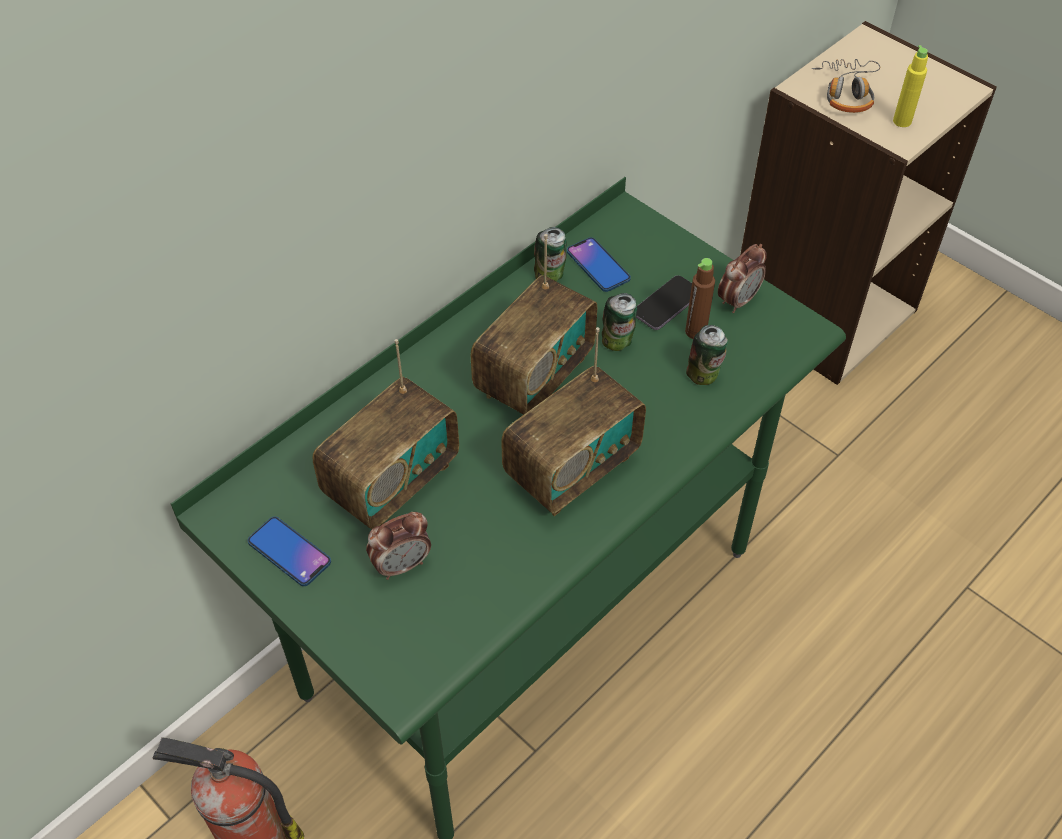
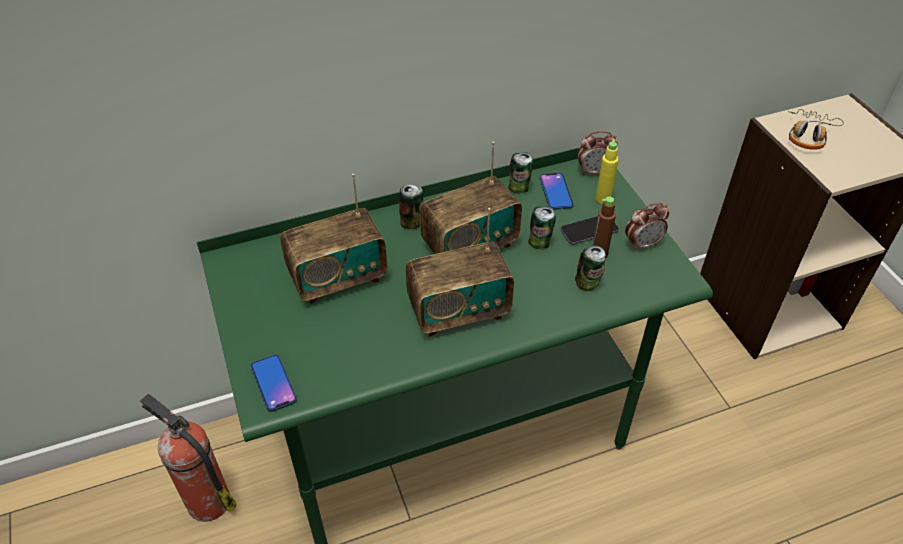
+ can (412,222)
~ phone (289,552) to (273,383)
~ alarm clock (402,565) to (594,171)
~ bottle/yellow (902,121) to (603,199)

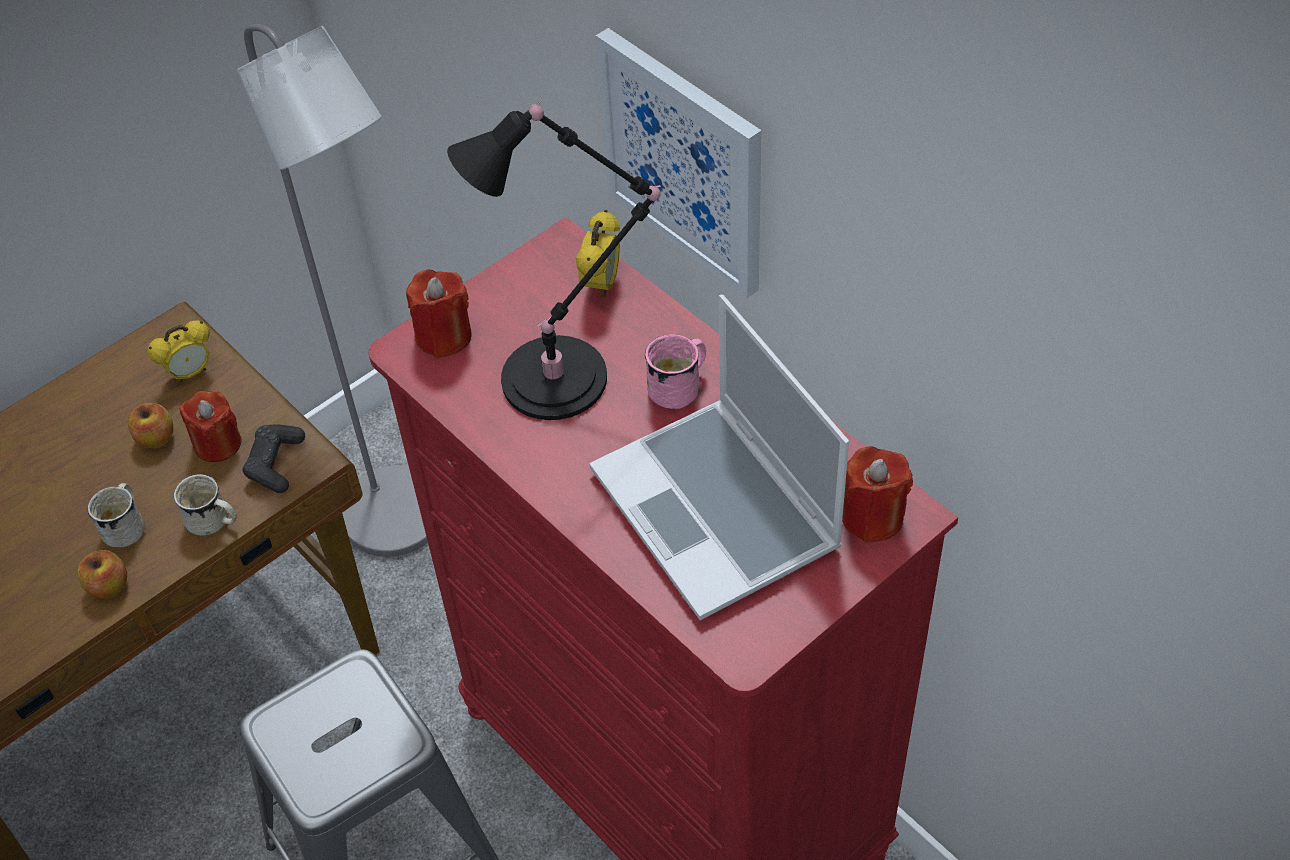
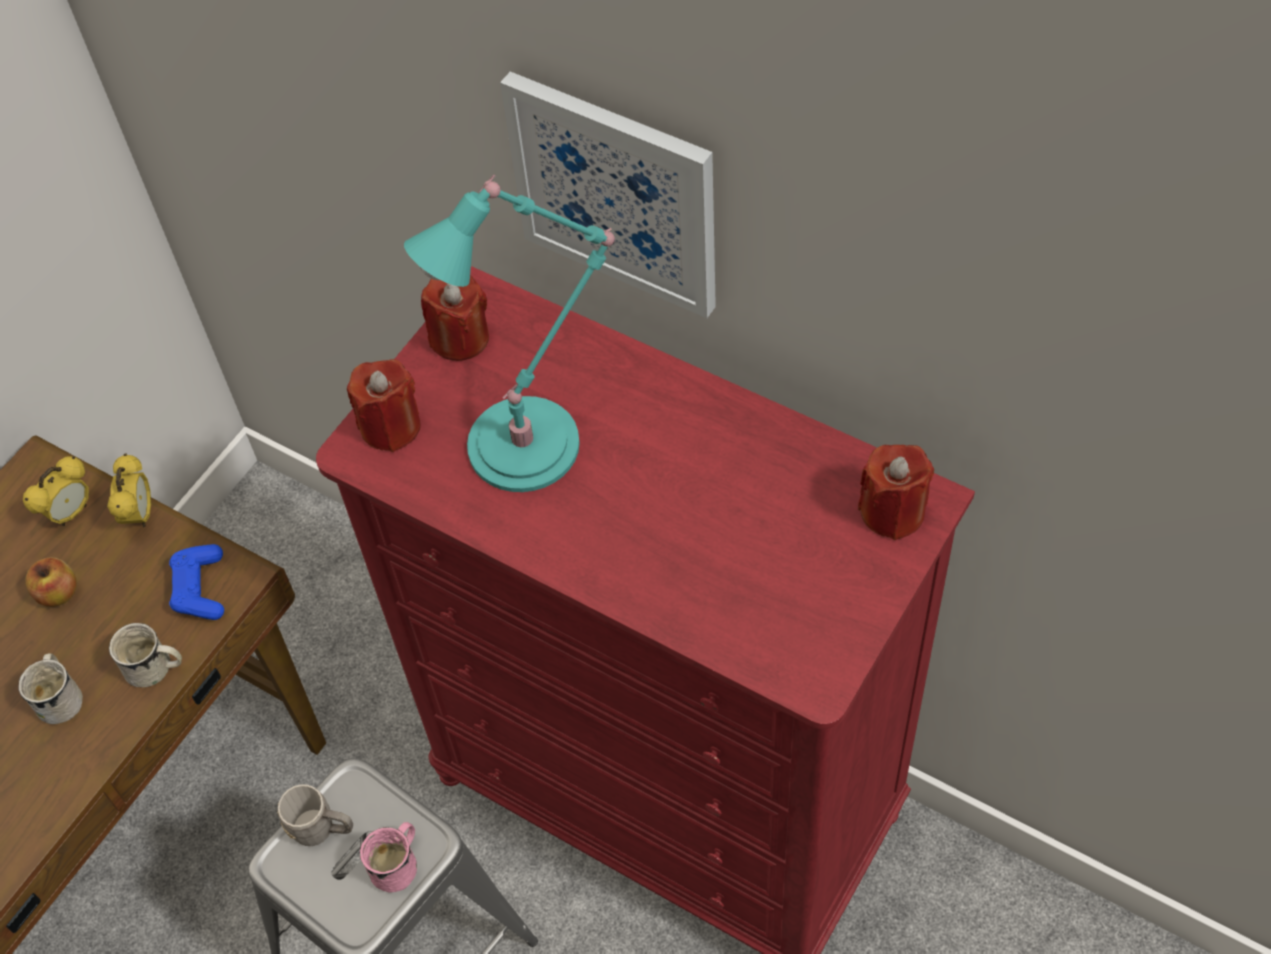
- apple (109,586)
- floor lamp/grey (406,526)
- laptop (719,511)
+ mug/grey (322,830)
~ candle/red (218,444) to (460,338)
~ alarm clock (601,284) to (140,515)
~ mug/pink (680,387) to (399,863)
~ game controller/black (275,463) to game controller/blue (200,589)
~ table lamp/black (564,377) to table lamp/turquoise (532,440)

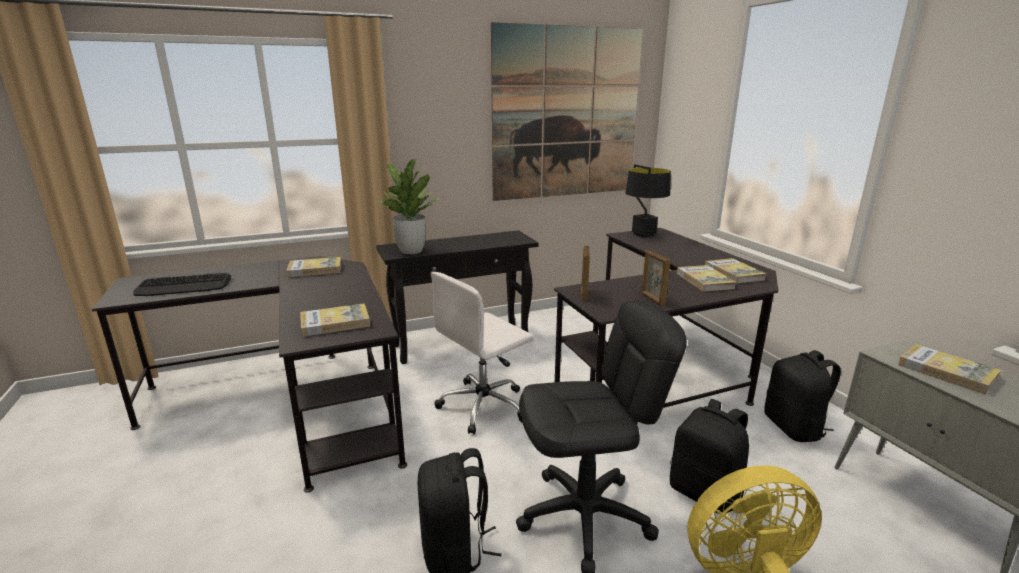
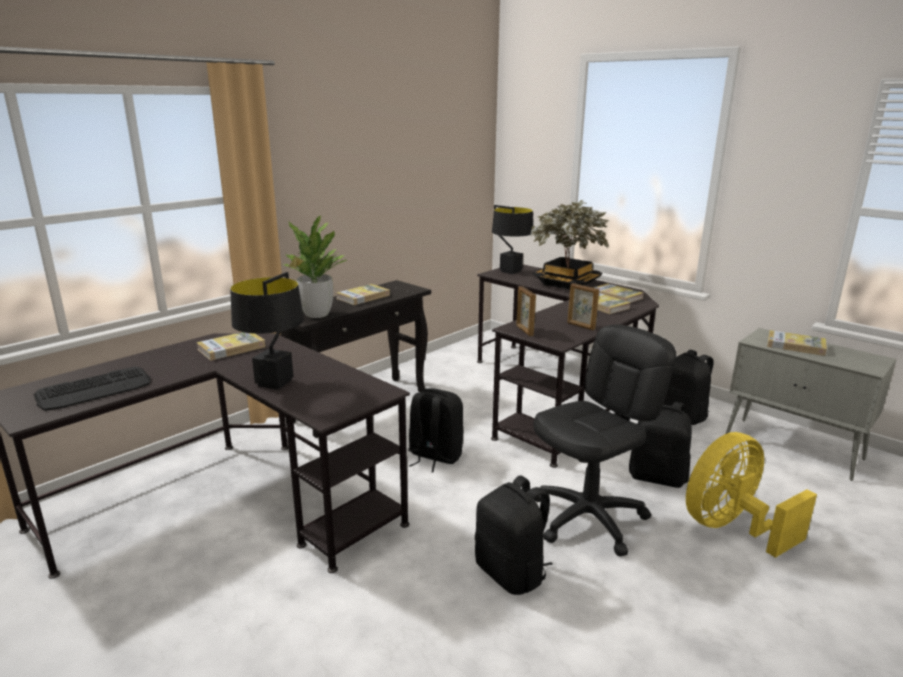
- picture (566,114)
+ table lamp/black (275,383)
+ potted plant (566,283)
~ book (335,323) to (363,297)
~ office chair/white (485,406) to backpack/black (434,456)

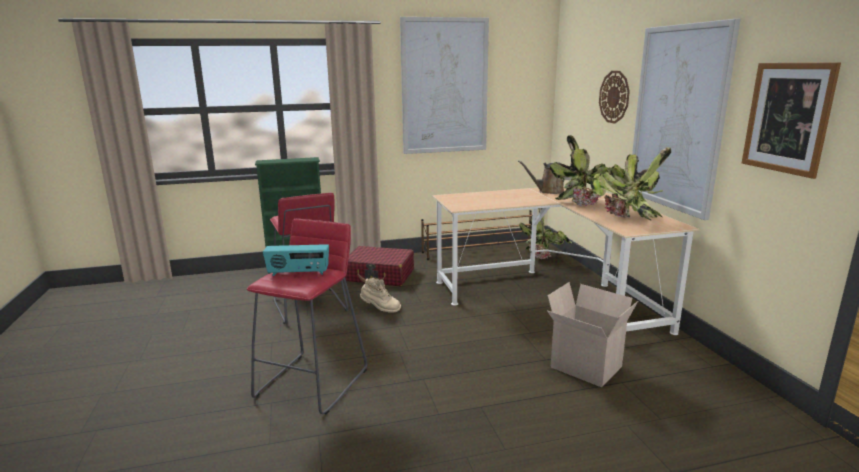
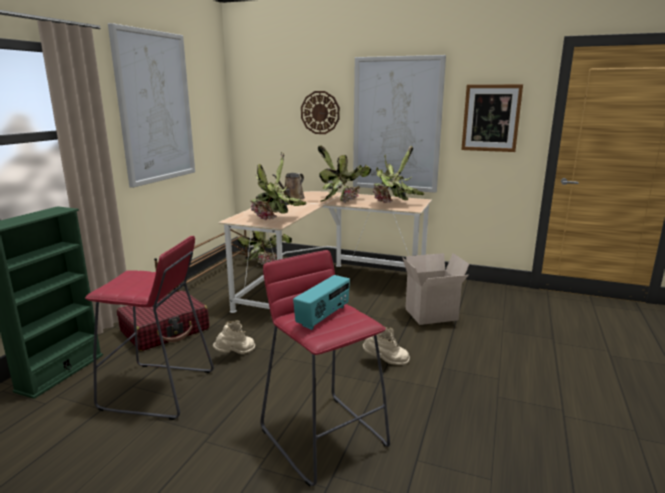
+ potted plant (277,220)
+ boot/beige (386,361)

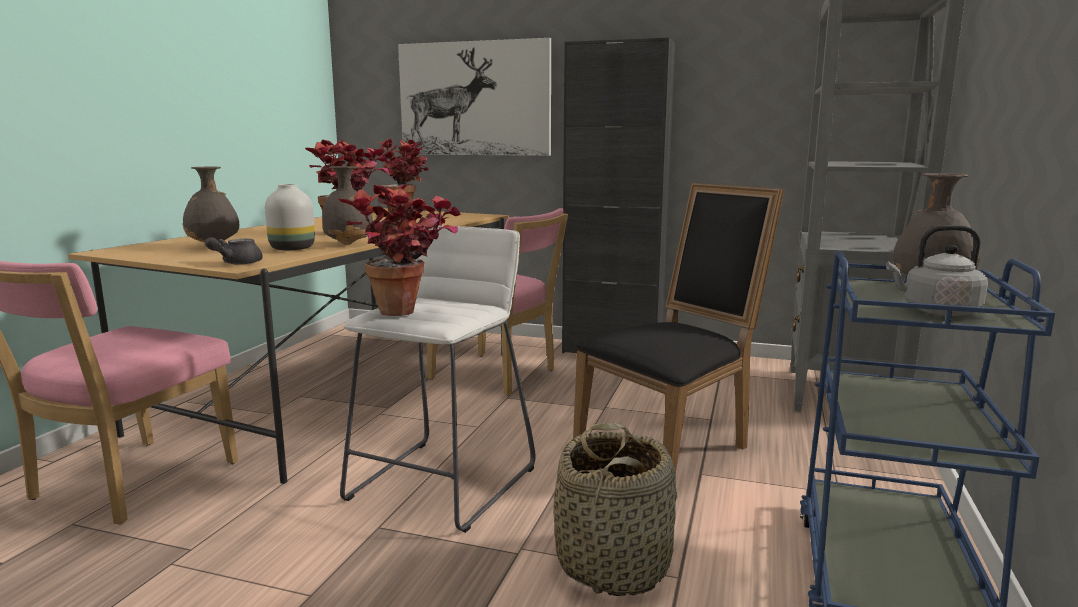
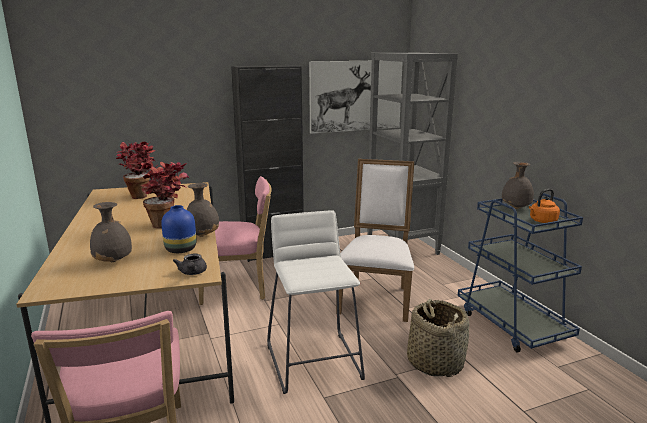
- potted plant (408,314)
~ picture (474,99) to (355,96)
~ vase/white (293,249) to vase/blue (181,249)
~ chair/black (670,444) to chair/white (376,298)
~ kettle/grey (936,311) to kettle/orange (542,221)

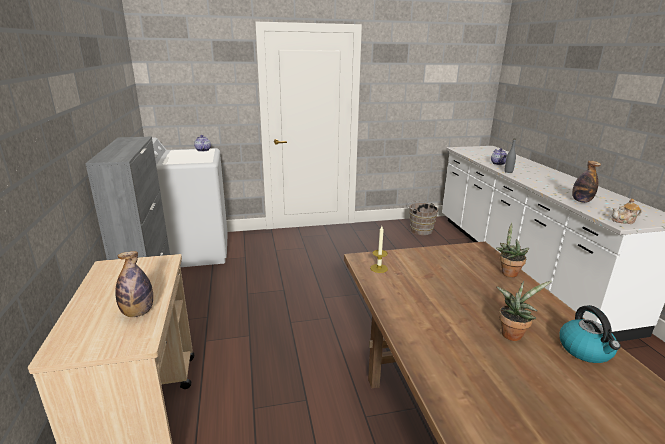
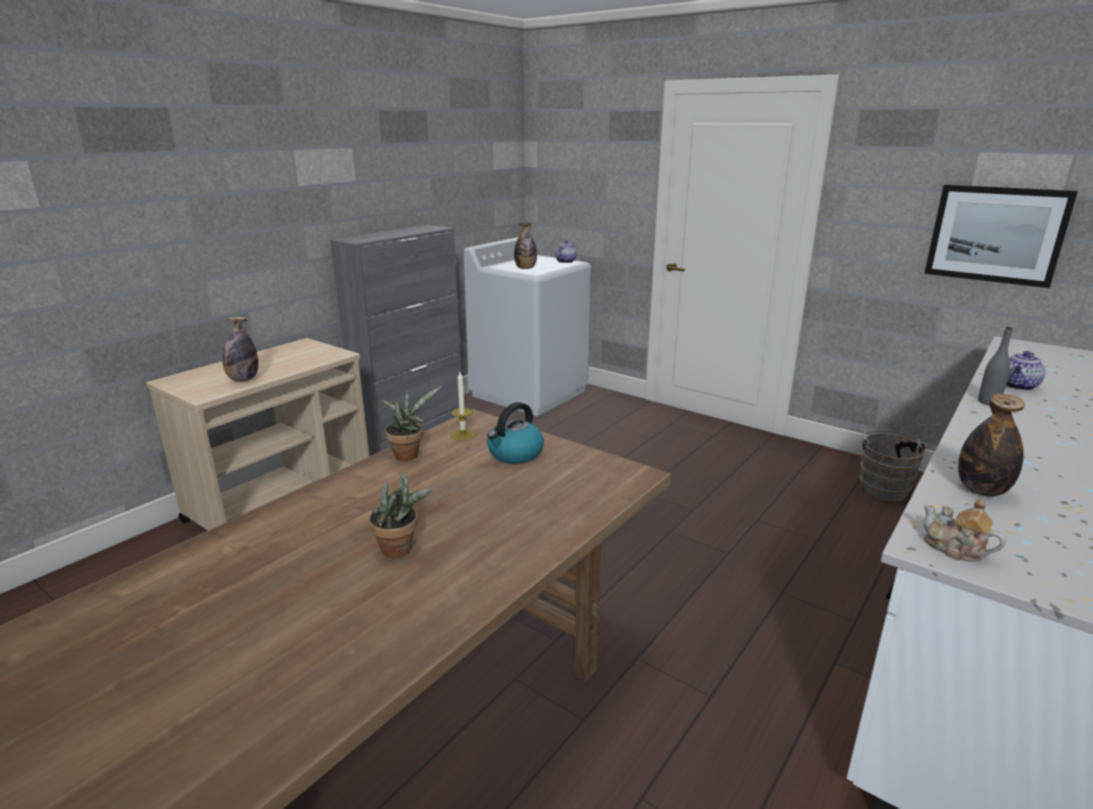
+ bottle (525,268)
+ picture (996,234)
~ potted plant (507,272) to (409,454)
~ kettle (586,350) to (515,454)

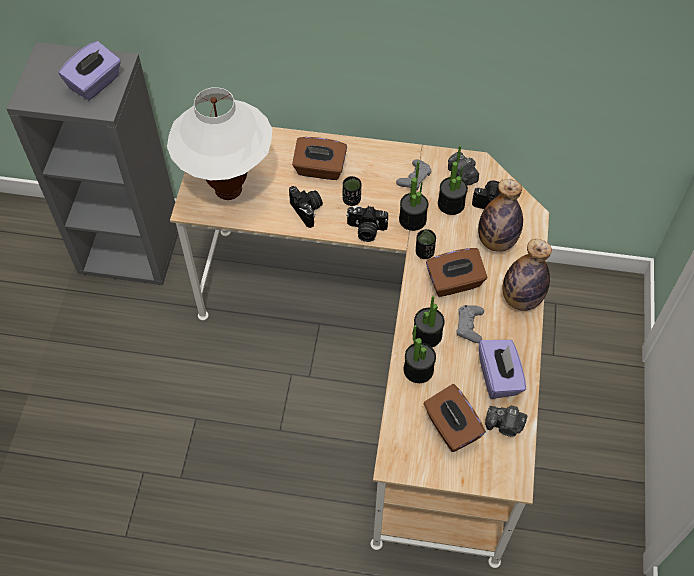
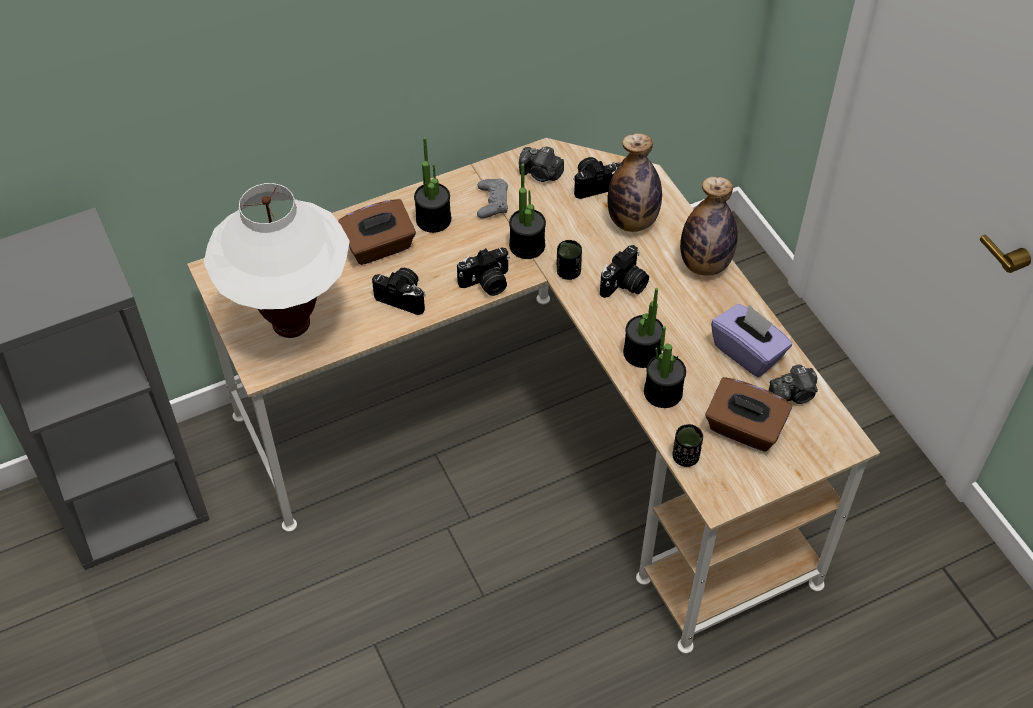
- tissue box/purple (95,83)
- game controller/grey (469,326)
~ cup/black (351,200) to (685,457)
~ potted plant (451,204) to (433,219)
~ tissue box/brown (454,282) to photo camera (625,285)

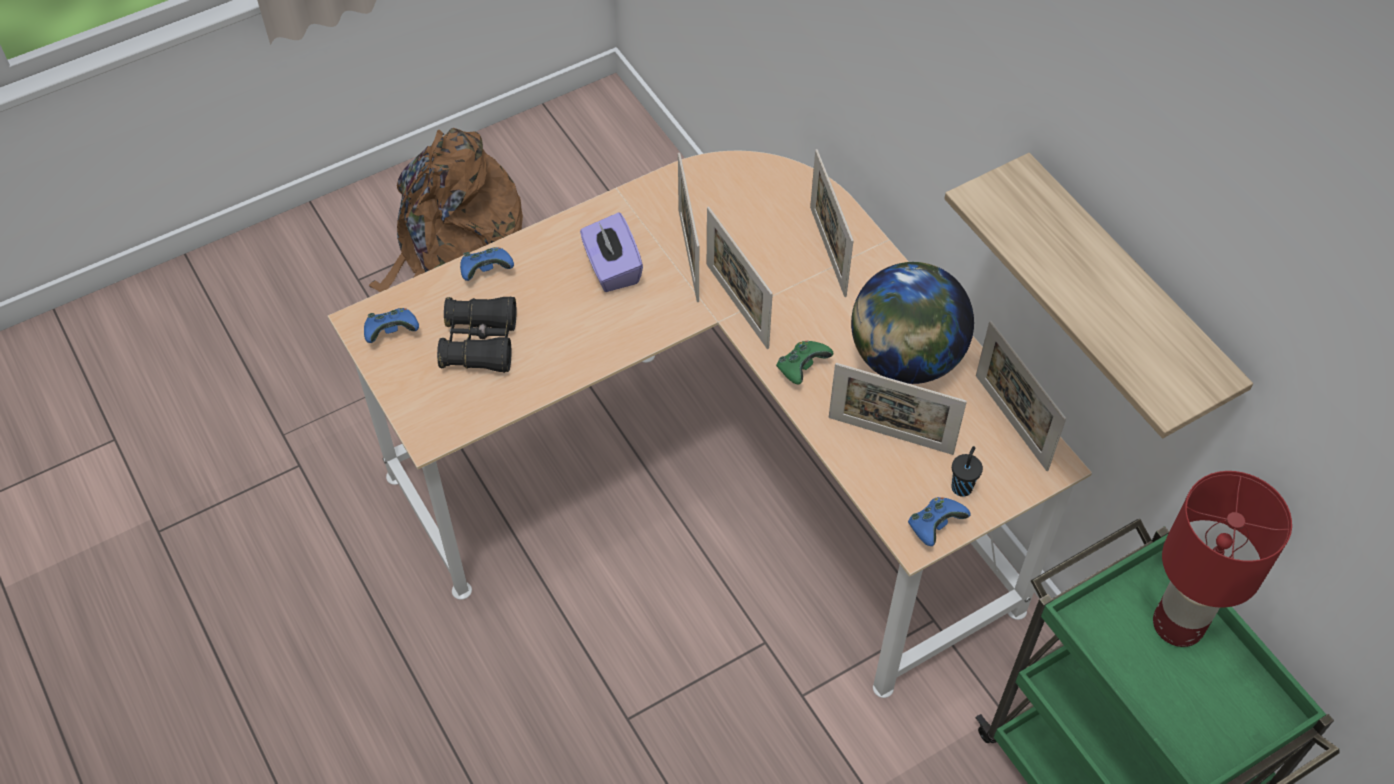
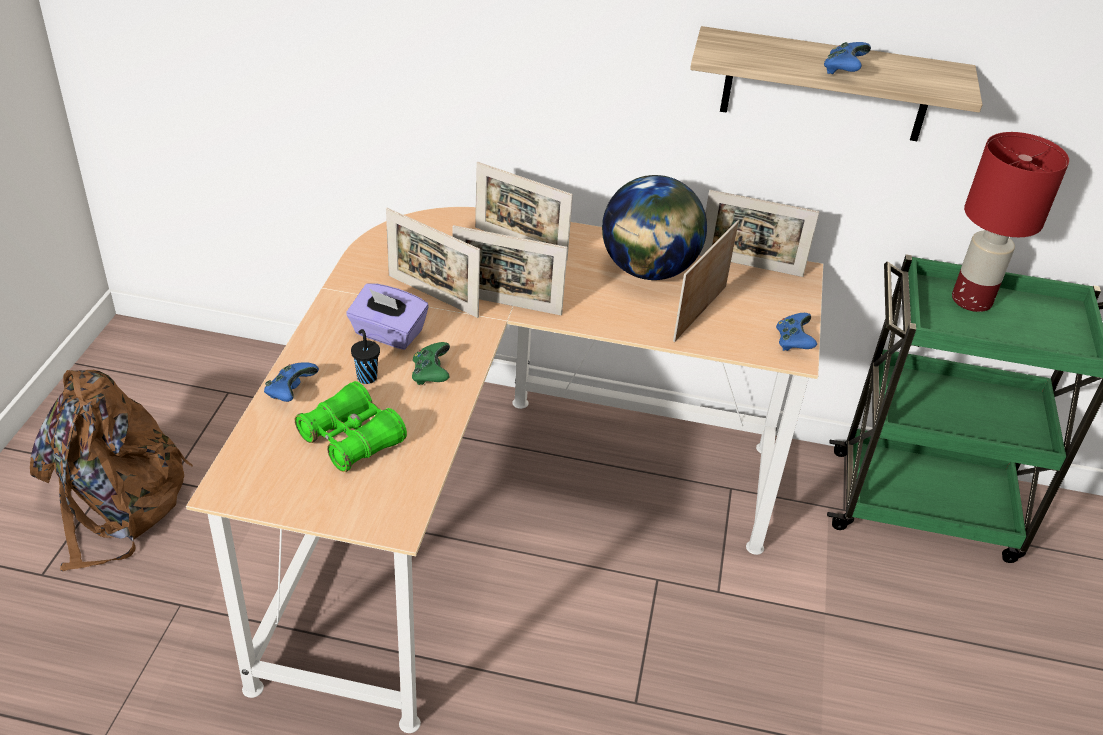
~ game controller/blue (392,332) to (843,70)
~ game controller/green (801,368) to (431,374)
~ cup/black (962,486) to (366,377)
~ binoculars/black (480,343) to binoculars/green (351,439)
~ picture frame (890,435) = (700,313) 150 degrees clockwise

